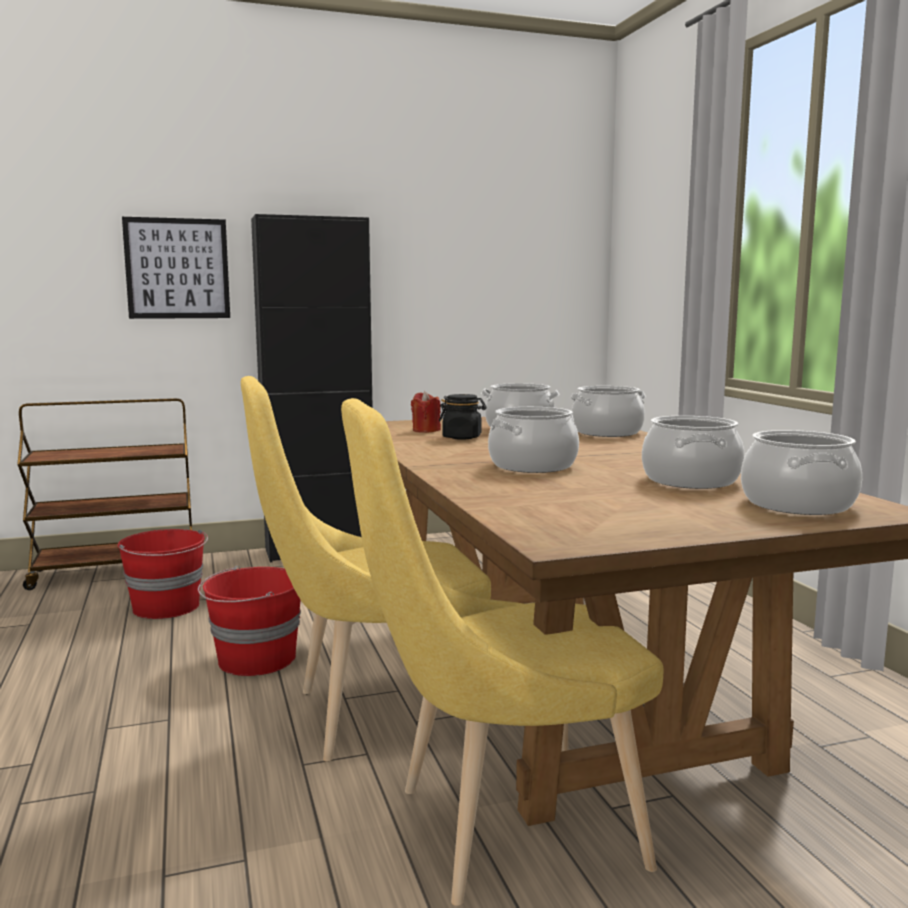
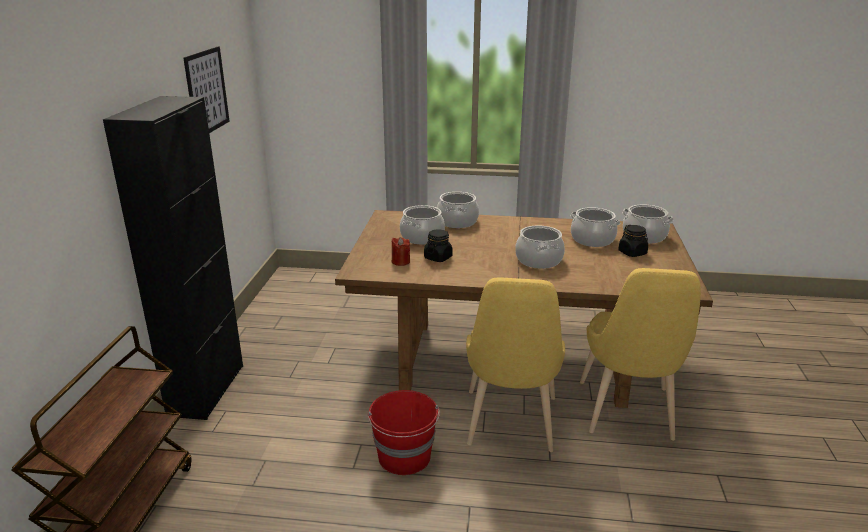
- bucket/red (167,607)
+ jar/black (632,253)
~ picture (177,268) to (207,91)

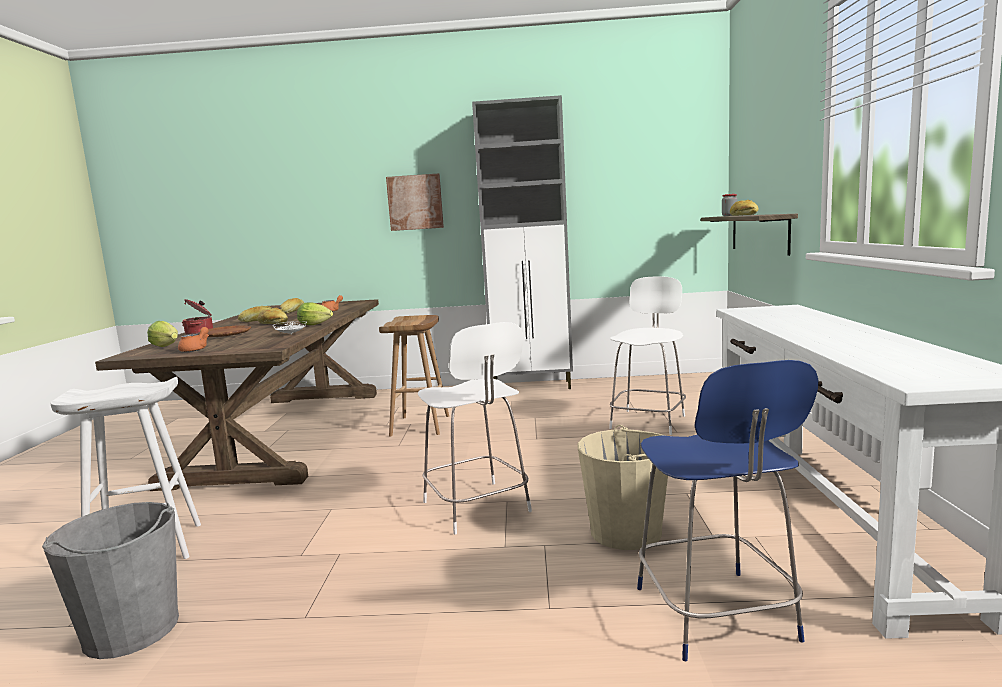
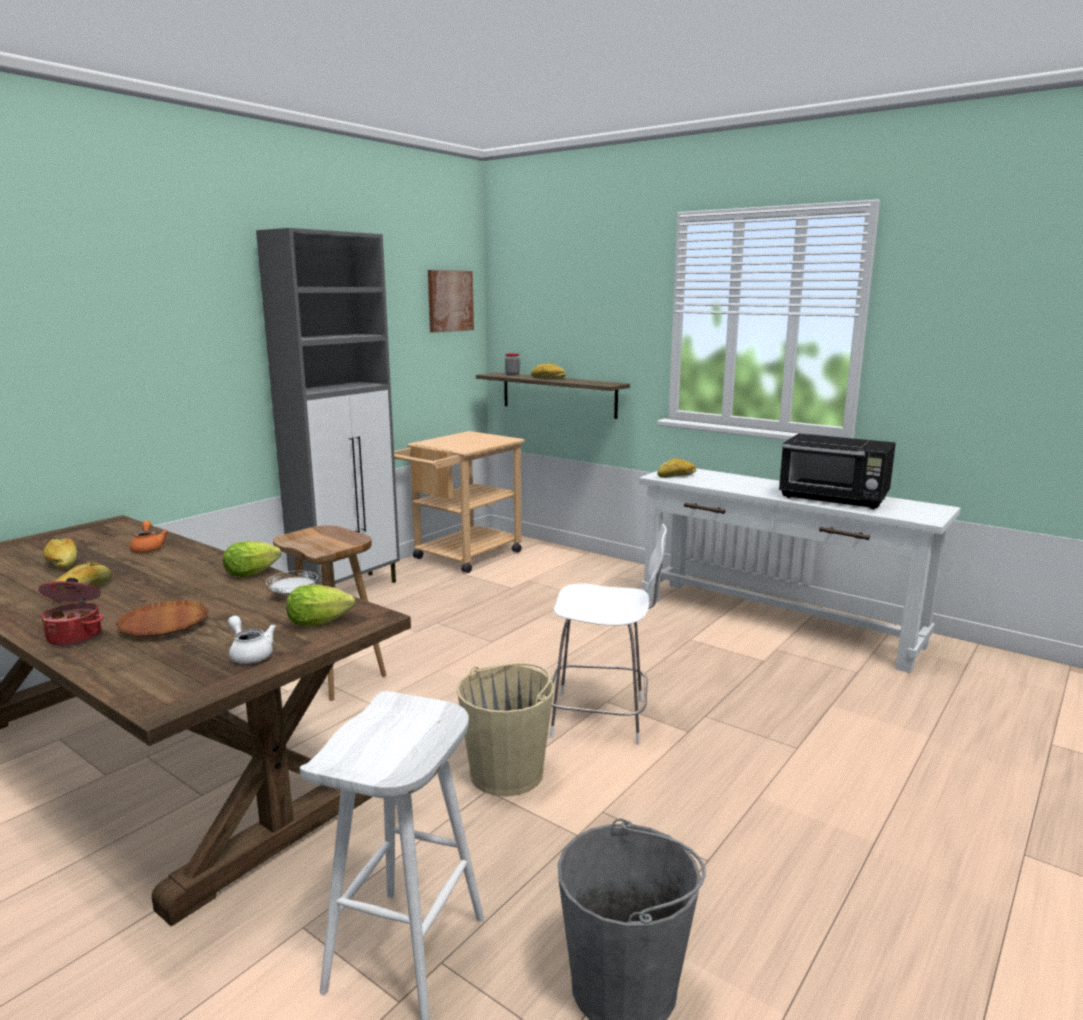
- chair/white (649,421)
- chair/blue (717,617)
+ cart/beige (461,557)
+ microwave/black (834,499)
~ lettuce (167,346) to (322,622)
~ bread (273,324) to (676,476)
~ picture (415,202) to (449,301)
~ bucket/beige (626,532) to (507,773)
~ teapot/orange (196,349) to teapot/white (250,654)

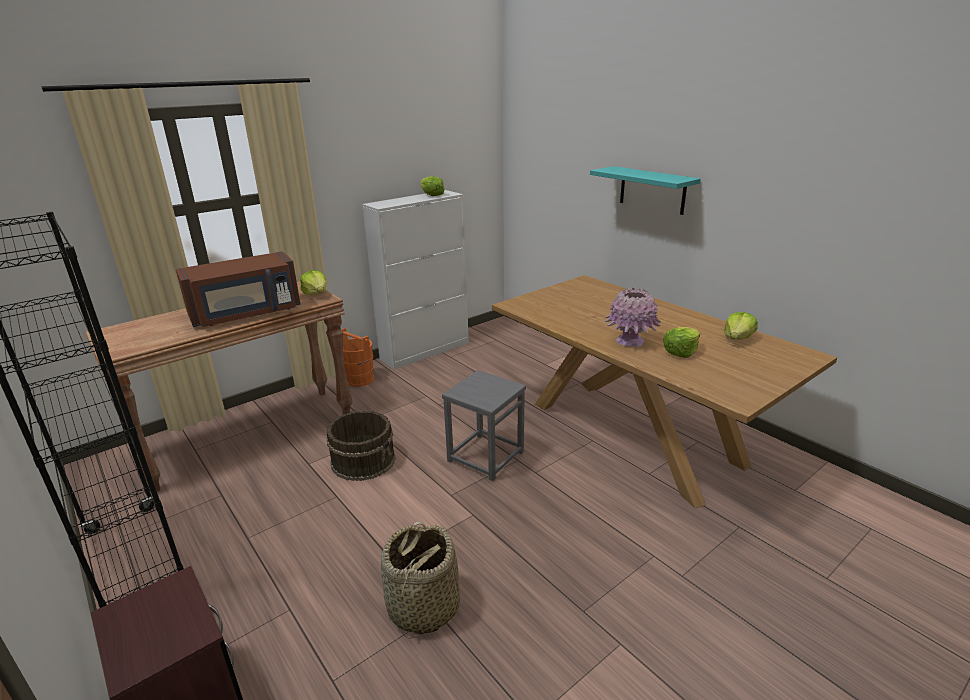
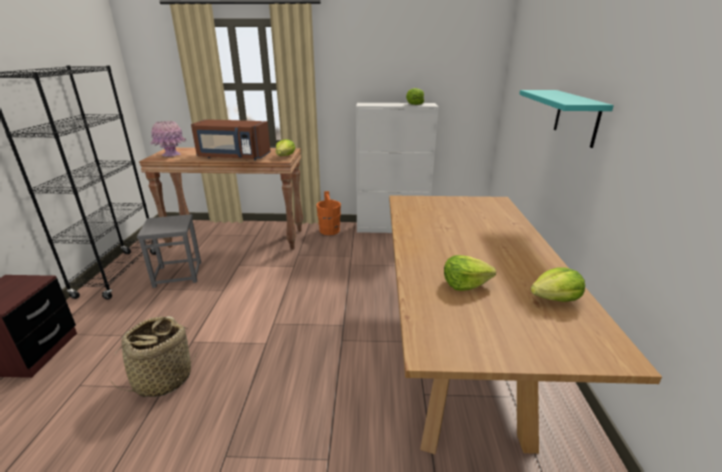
- bucket/brown (364,460)
~ stool/grey (485,456) to (178,274)
~ vase/pink (630,341) to (171,155)

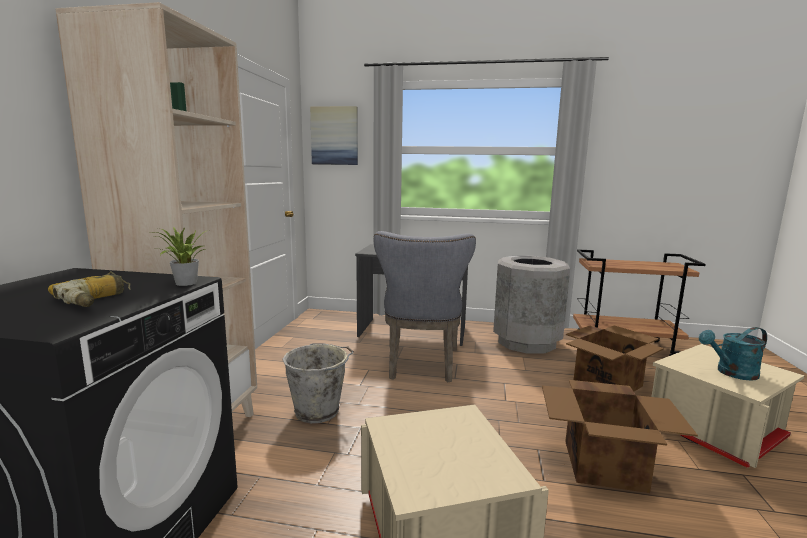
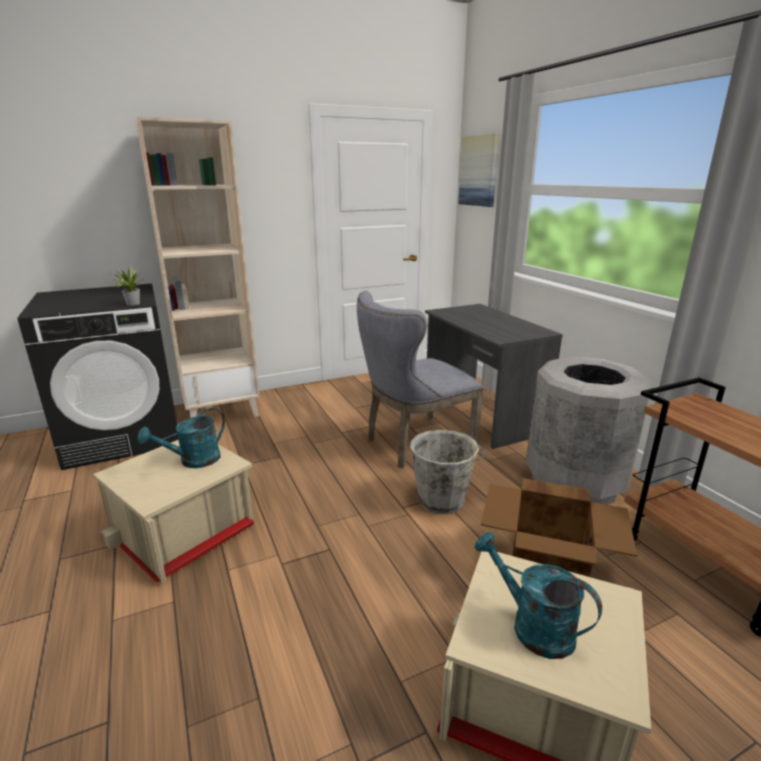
- power drill (97,298)
- cardboard box (605,465)
+ watering can/turquoise (193,461)
~ bucket/grey (319,411) to (443,501)

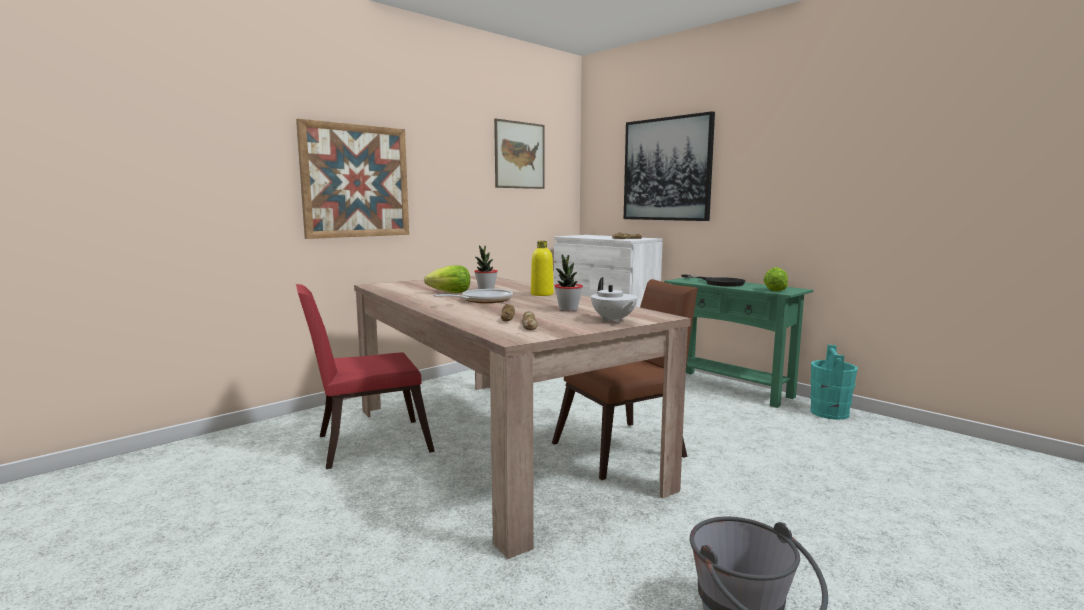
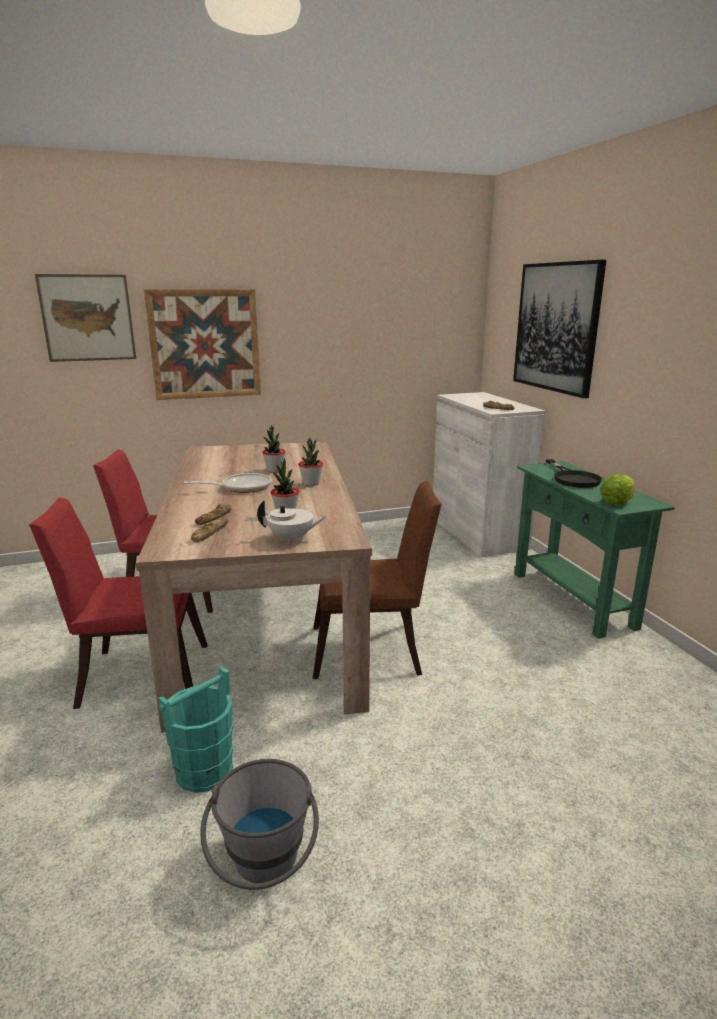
- lettuce (450,293)
+ chair/red (136,675)
~ picture (519,155) to (88,318)
~ bucket/turquoise (829,413) to (203,771)
~ bottle/yellow (542,294) to potted plant (311,484)
~ teapot/white (613,320) = (291,539) 90 degrees counterclockwise

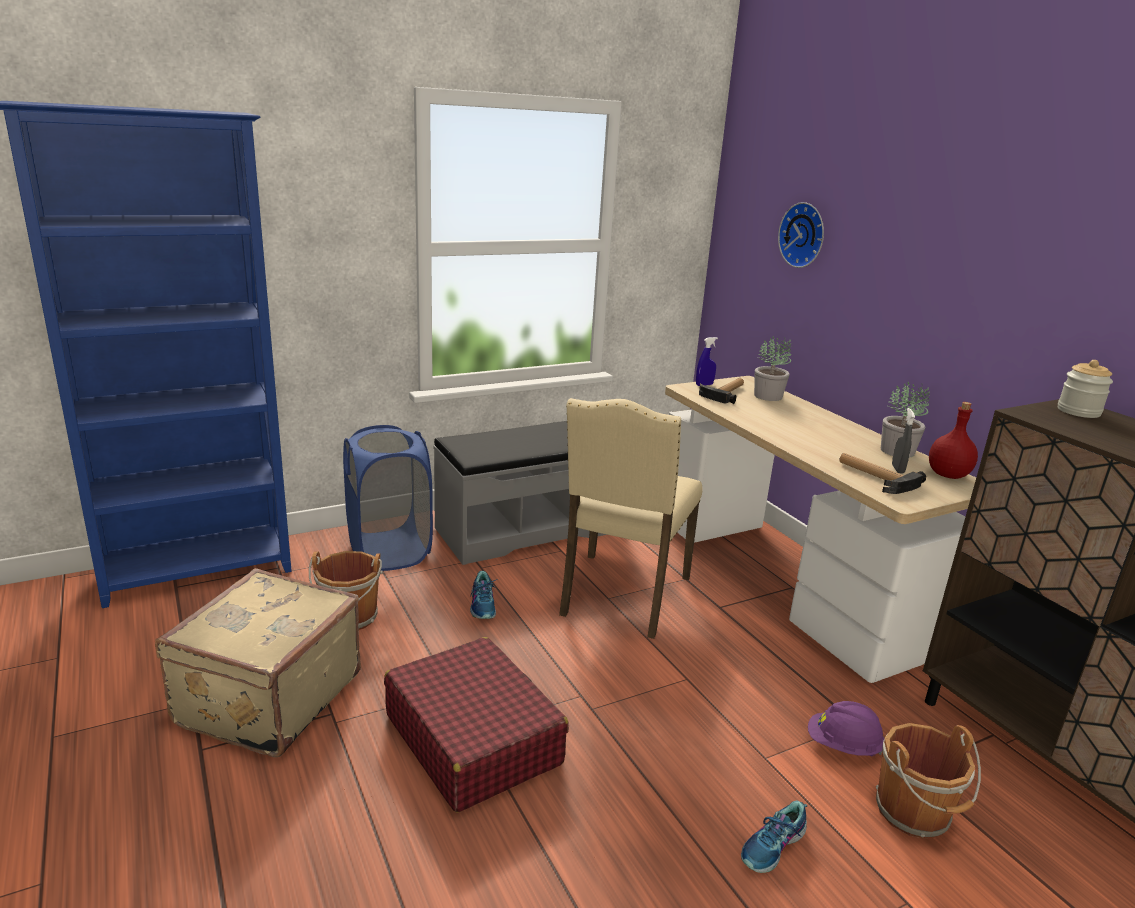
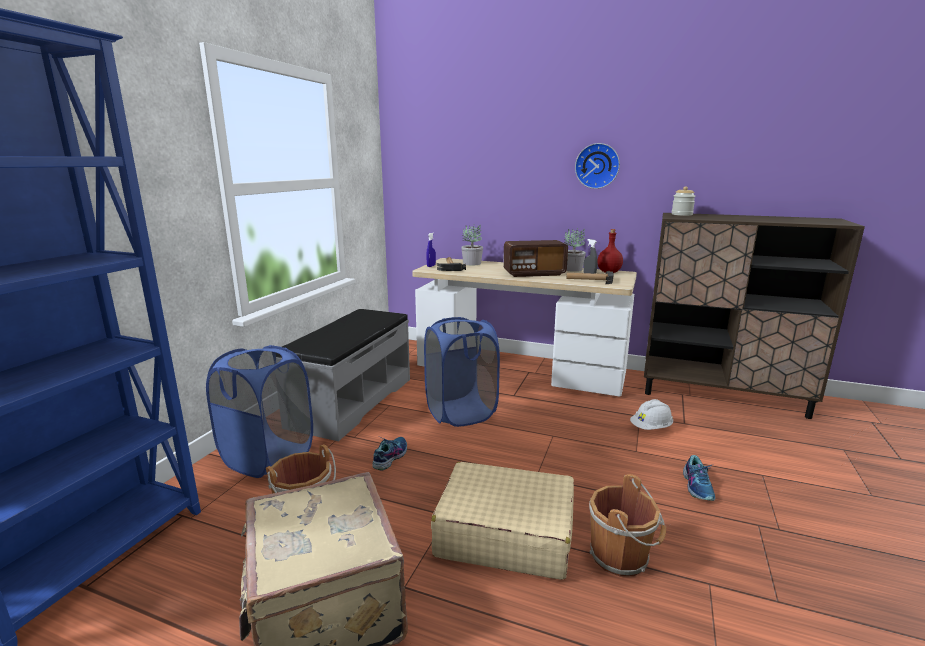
+ radio (534,273)
~ wall clock (804,235) to (597,166)
~ bucket/brown (915,814) to (621,556)
~ chair/beige (622,596) to laundry basket/blue (460,412)
~ suitcase/red (473,739) to suitcase/beige (504,533)
~ hard hat/purple (842,746) to hard hat/white (651,428)
~ shoe (483,605) = (390,457) 105 degrees counterclockwise

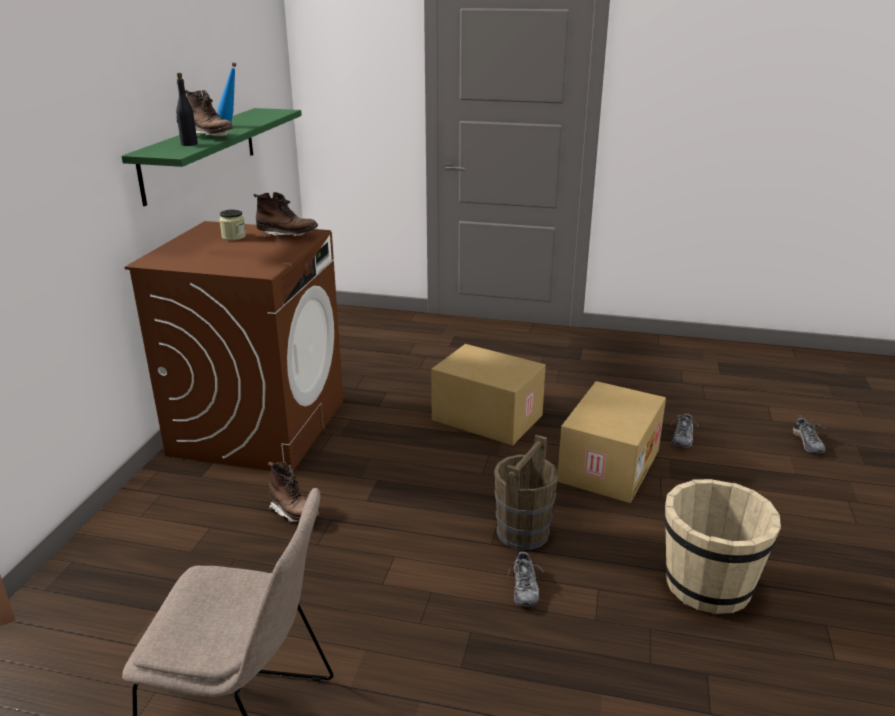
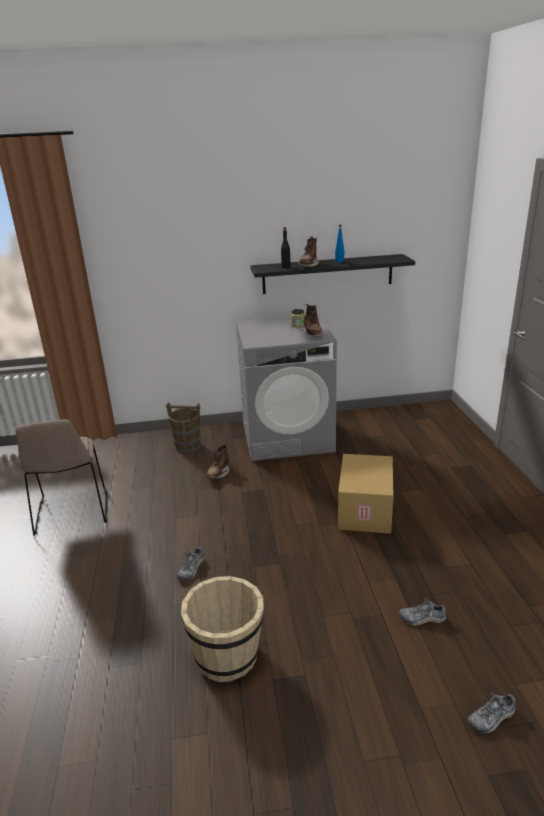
- cardboard box (607,465)
~ bucket/brown (522,533) to (187,446)
~ shelf/green (200,153) to shelf/black (327,274)
~ washing machine/brown (259,426) to washing machine/grey (287,437)
~ shoe (524,587) = (191,569) 45 degrees counterclockwise

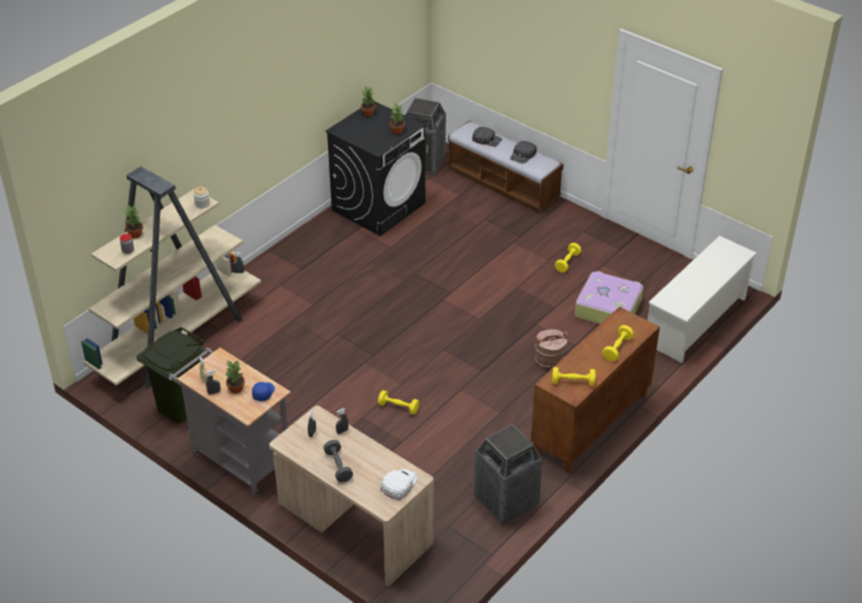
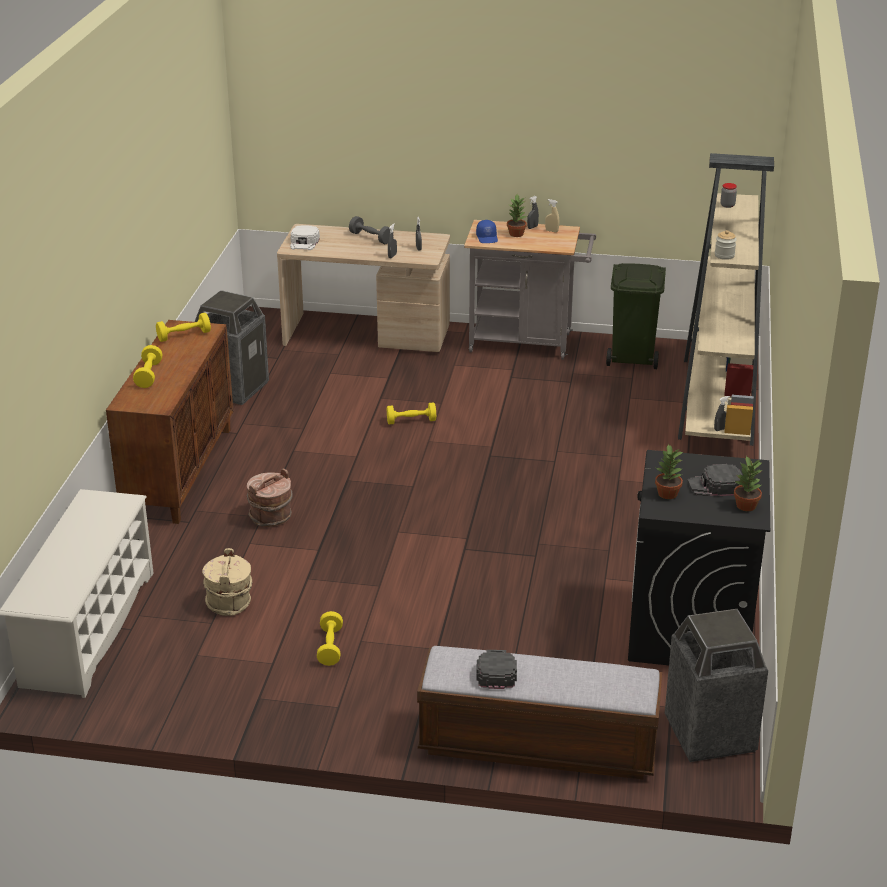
- potted plant (135,234)
~ cap/black (487,139) to (715,486)
~ suitcase (608,307) to bucket/beige (229,603)

